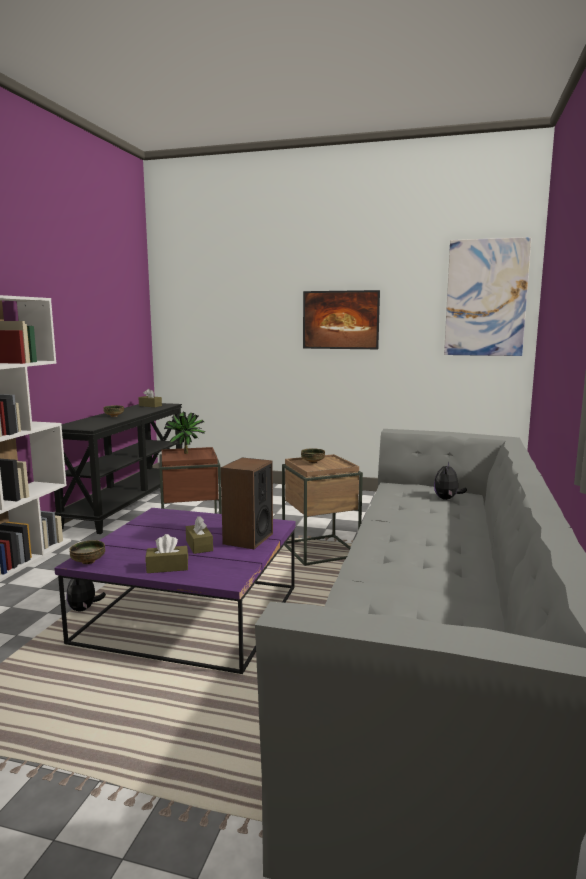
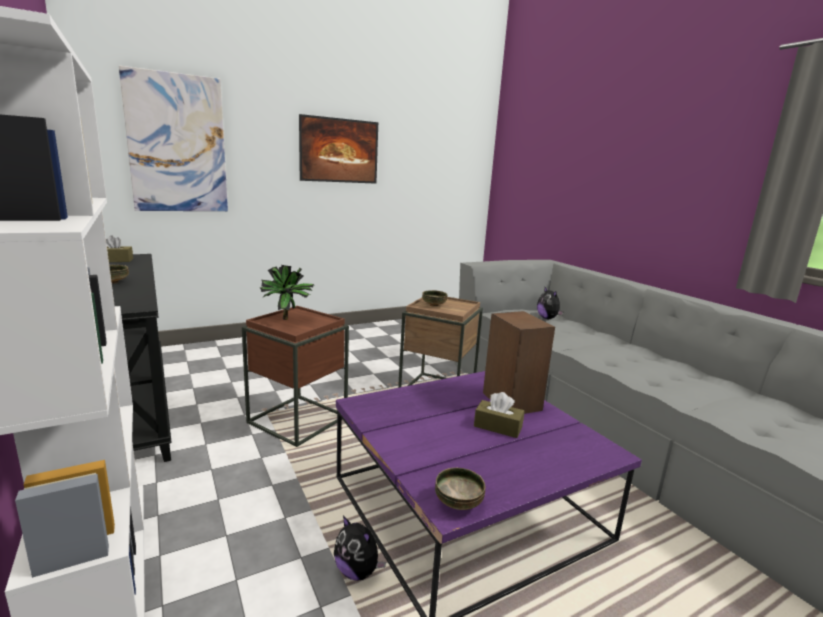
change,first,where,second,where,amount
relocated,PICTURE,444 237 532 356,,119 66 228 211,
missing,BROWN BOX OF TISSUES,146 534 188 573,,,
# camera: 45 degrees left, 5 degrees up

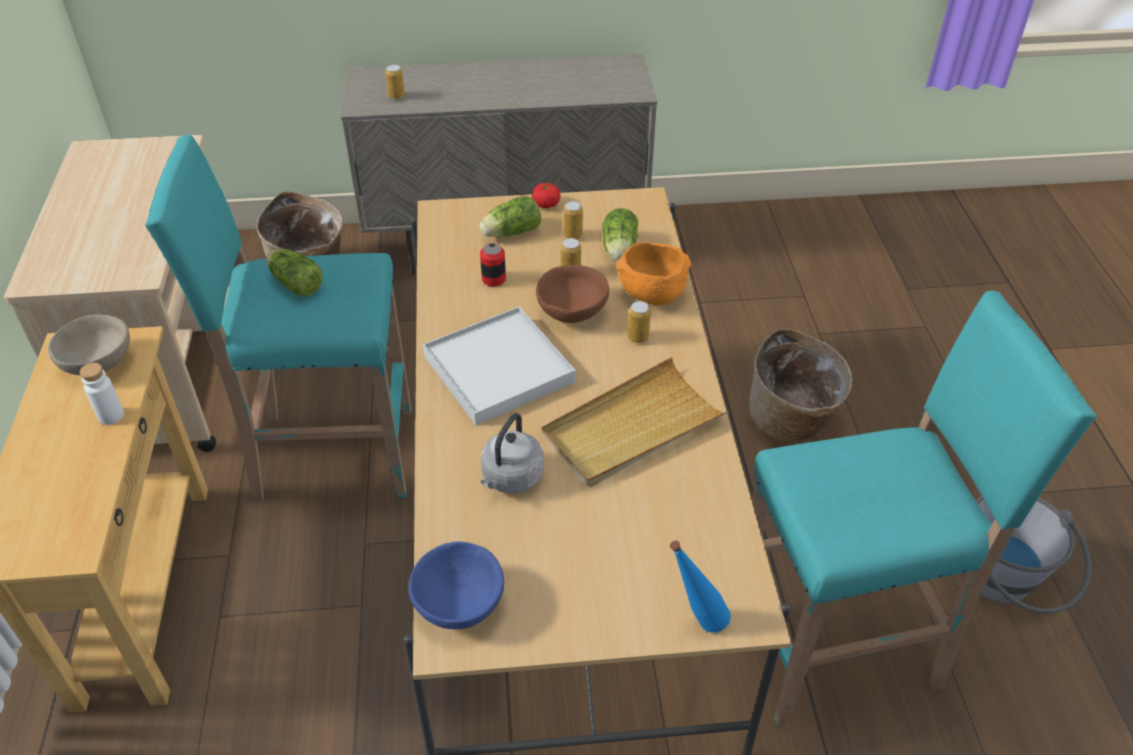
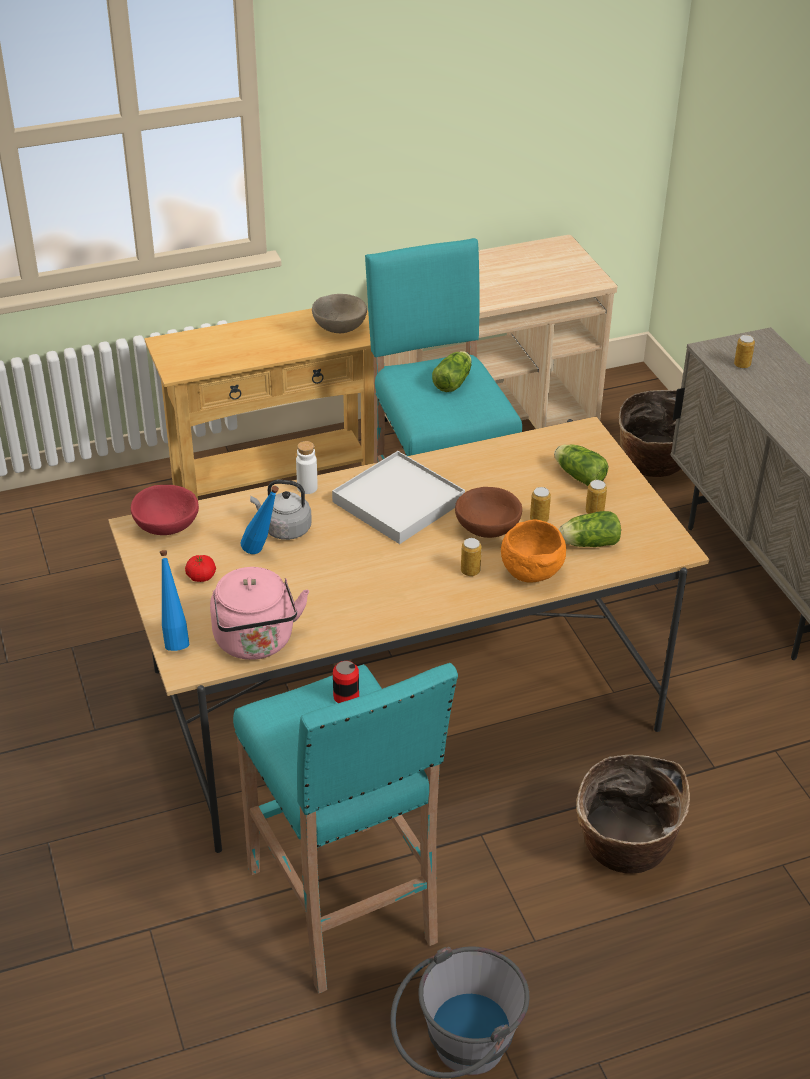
change,first,where,second,where,amount
colour,BLUISH BOWL,408 542 504 629,RED-COLOURED BOWL,131 485 199 535,
relocated,WHOLE TOMATO,532 183 561 208,,185 555 216 582,
appeared,,,PINK-COLOURED TEA KETTLE,210 567 309 660,
appeared,,,BLUISH BOTTLE,240 486 279 554,
relocated,WHITISH BOTTLE,80 363 124 425,,296 441 318 494,
relocated,SEALED CAN,480 243 506 287,,333 661 359 703,
missing,BEIGE SERVING TRAY,541 357 729 487,,,
# camera: 75 degrees right, 5 degrees down

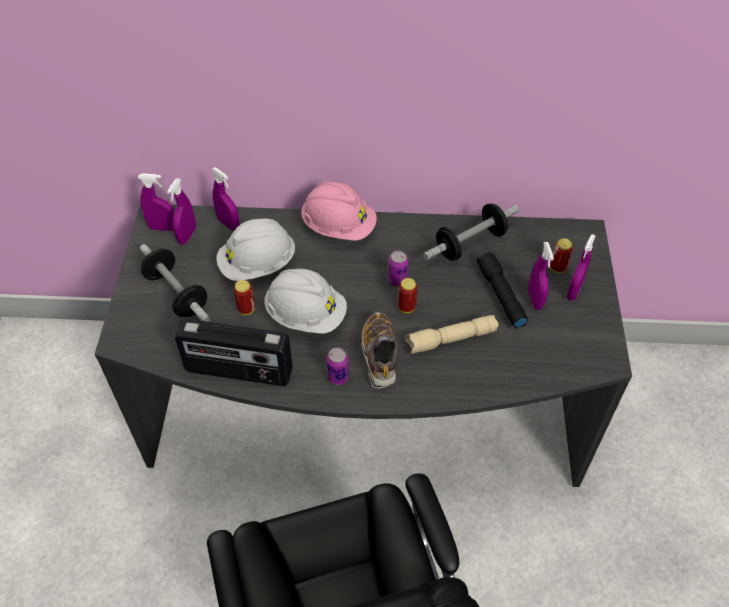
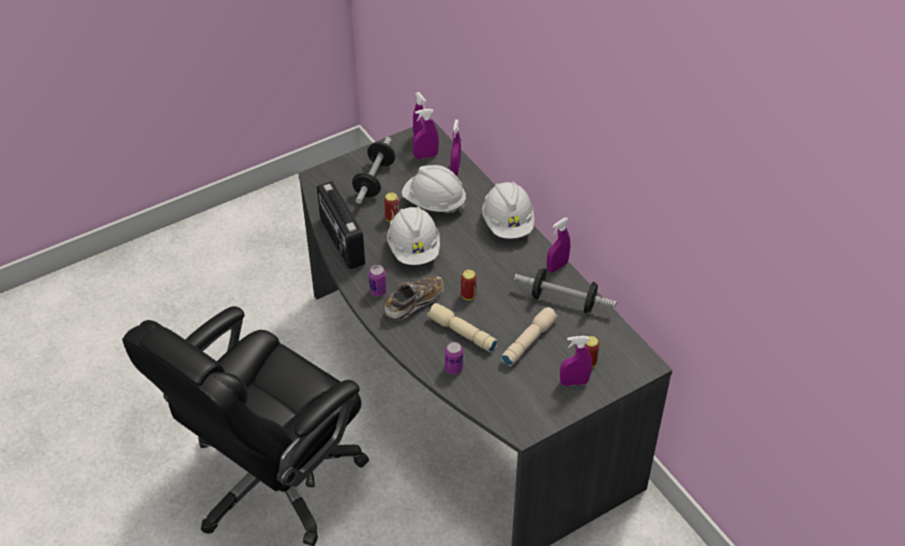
change,first,where,second,where,amount
relocated,SEALED CAN,388 250 408 287,,445 342 463 374,
colour,PINK-COLOURED WORK HELMET,301 182 377 241,WHITISH WORK HELMET,482 182 534 239,
colour,BLACKISH FLASHLIGHT,476 252 528 328,BEIGE FLASHLIGHT,502 307 558 366,
relocated,PURPLE-COLOURED SPRAY BOTTLE,528 242 554 310,,547 218 570 273,
# camera: 55 degrees right, 5 degrees down

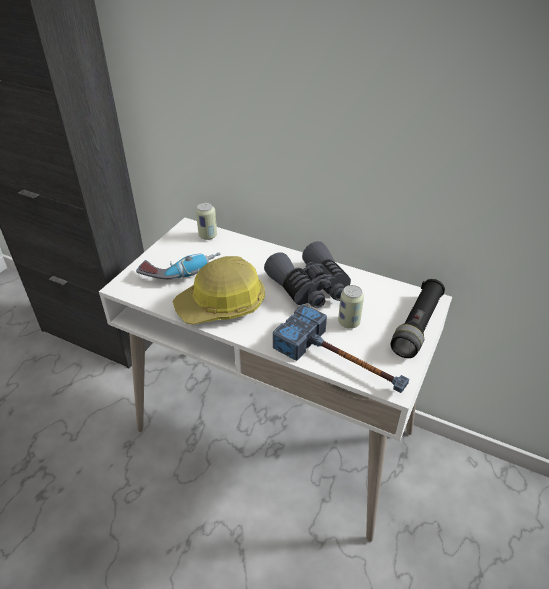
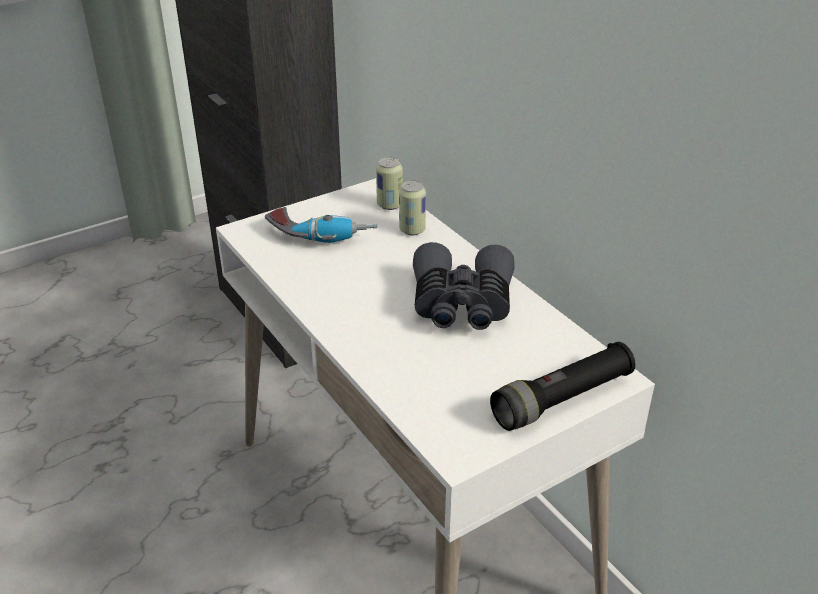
change,first,where,second,where,amount
relocated,SEALED CAN,338 285 364 329,,399 180 426 235,
missing,WORK HELMET,173 256 265 325,,,
missing,HAND HAMMER,273 304 409 393,,,
# camera: 30 degrees right, 5 degrees down

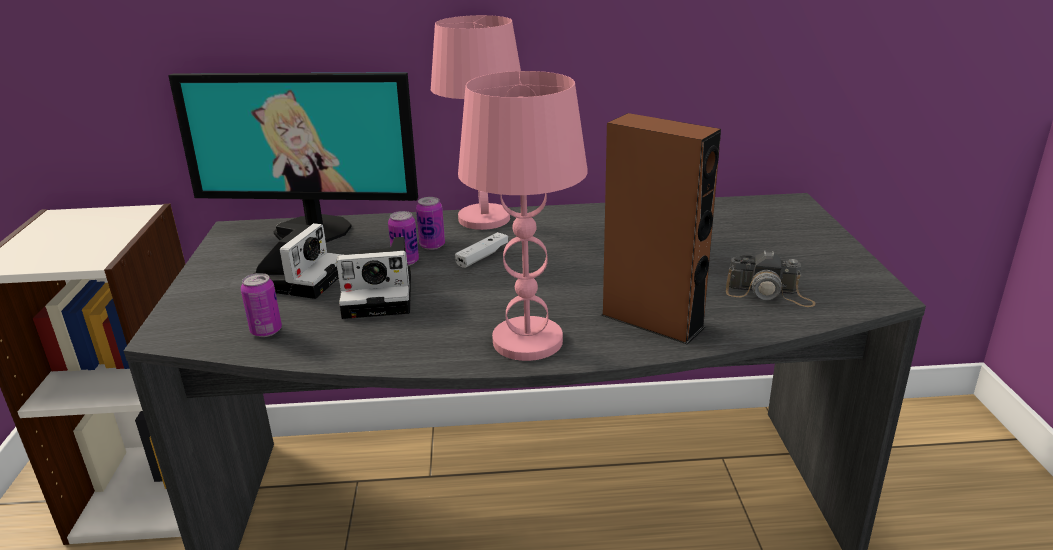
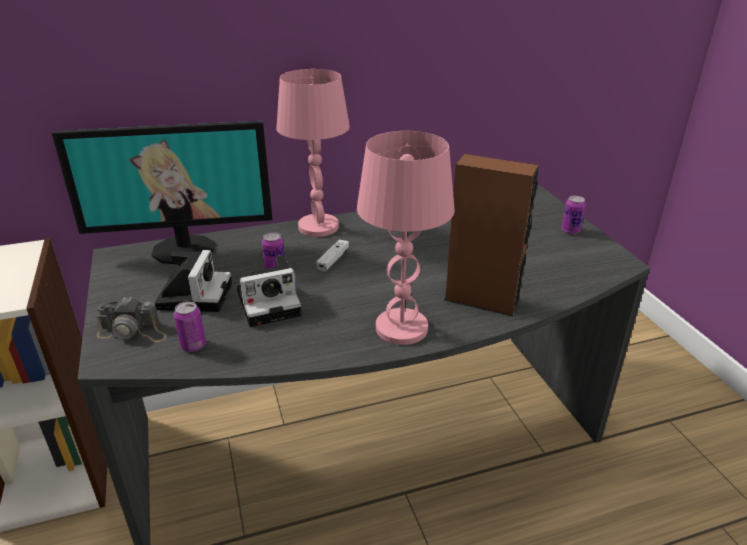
change,first,where,second,where,amount
relocated,STILL CAMERA,726 250 815 307,,96 297 167 342,
relocated,SEALED CAN,416 197 445 250,,561 195 586 234,
# camera: 15 degrees left, 5 degrees up

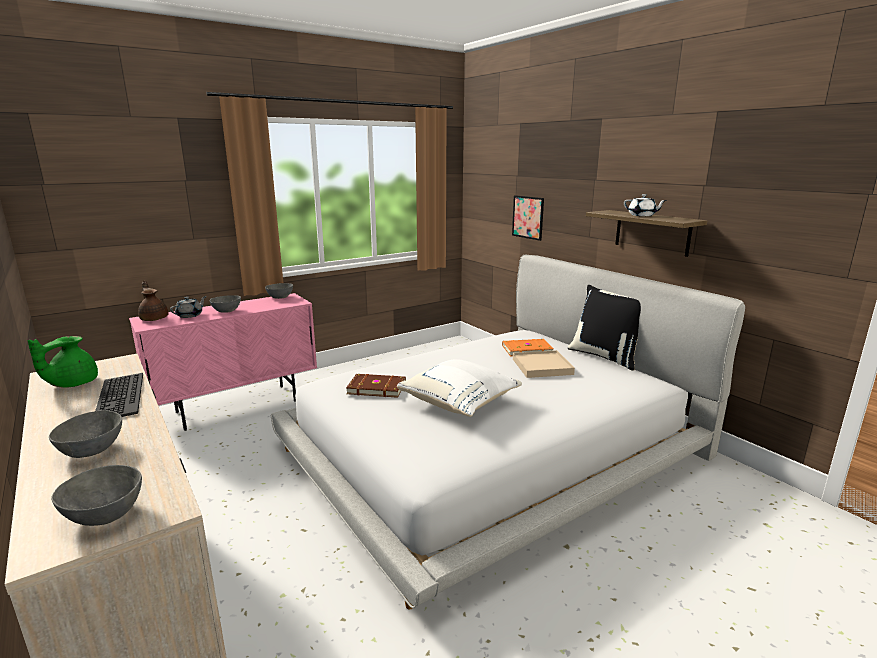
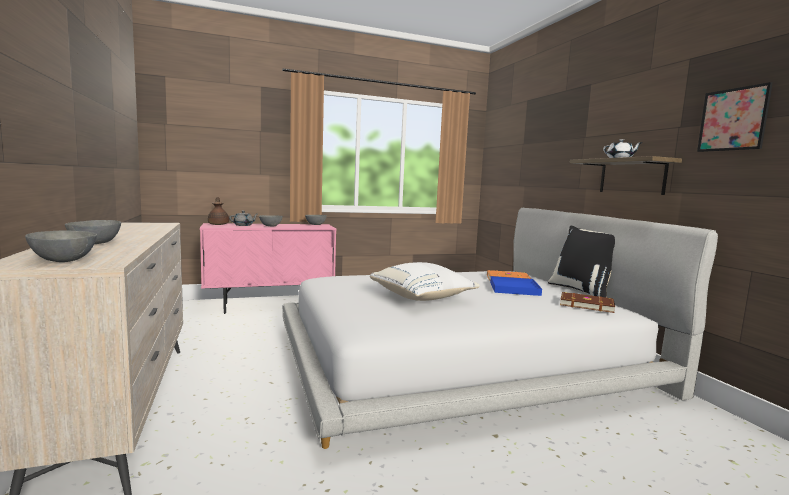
change,first,where,second,where,amount
colour,BEIGE SERVING TRAY,513 350 575 378,BLUISH SERVING TRAY,490 276 542 296,
relocated,BROWN BOOK,346 374 406 398,,560 292 615 313,
relocated,PICTURE,512 195 544 241,,697 82 773 152,
missing,GREENISH TEAPOT,28 336 98 388,,,
missing,COMPUTER KEYBOARD,95 373 143 417,,,
# camera: 15 degrees right, 10 degrees down

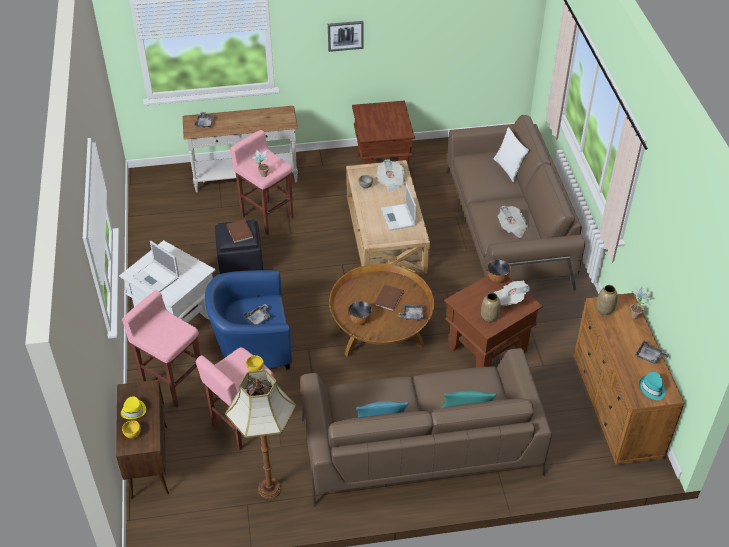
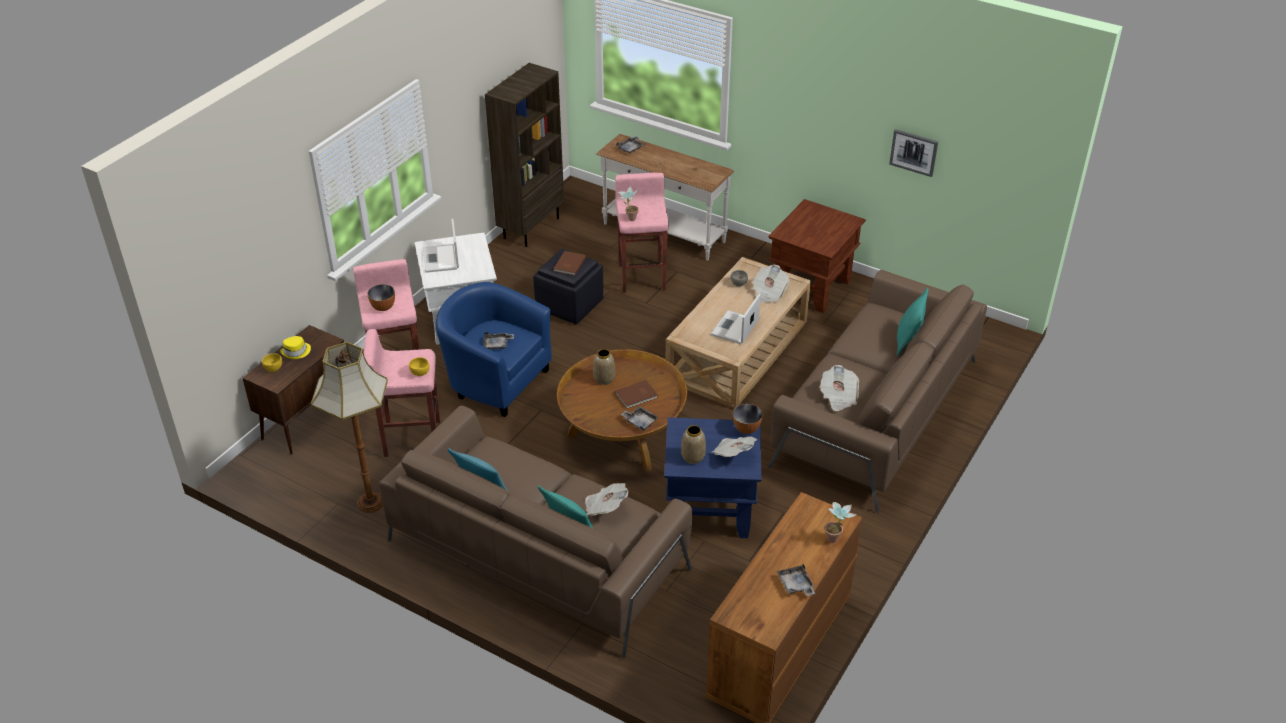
change,first,where,second,where,amount
relocated,BOWL,348 301 372 325,,367 284 395 311,
appeared,,,BROWN BOOKSHELF,485 63 564 247,
appeared,,,PRINTED PAPER,585 483 629 515,
relocated,DECORATIVE VASE,596 285 618 315,,593 349 615 385,
colour,BROWN ACCENT TABLE,444 275 543 368,BLUISH ACCENT TABLE,664 417 761 538,
relocated,PICTURE,328 21 364 52,,889 129 938 177,
colour,WHITISH CUSHION,494 127 529 182,TURQUOISE-COLOURED CUSHION,896 288 929 356,
missing,TURQUOISE-COLOURED HAT,639 372 665 400,,,
# camera: 40 degrees right, 5 degrees down

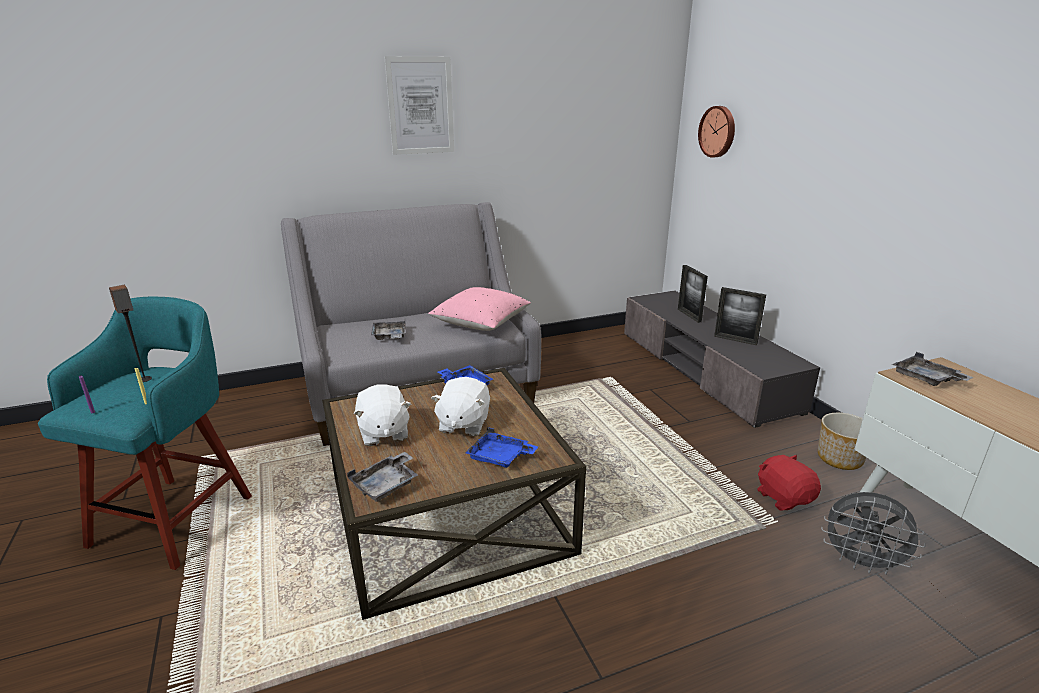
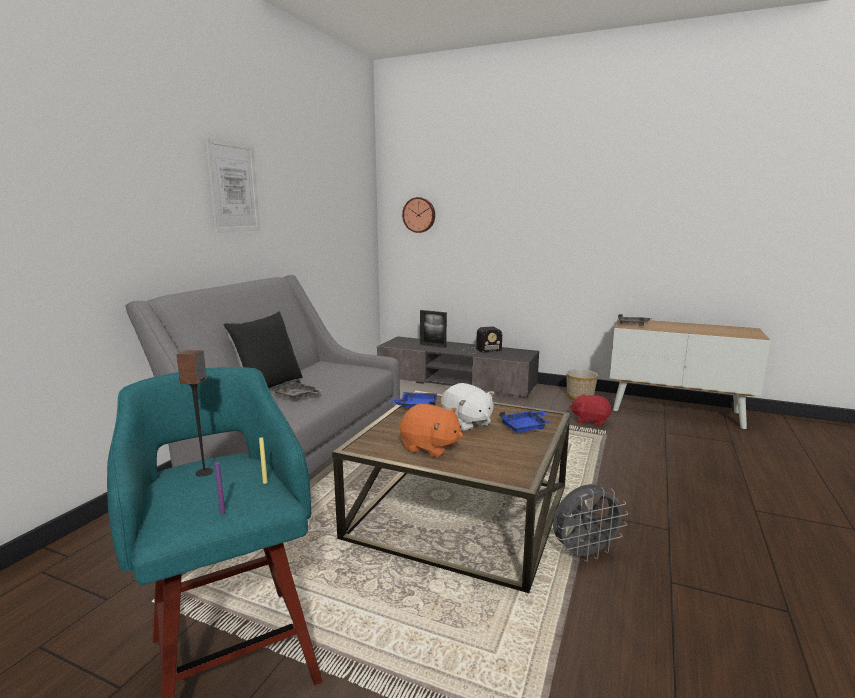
change,first,where,second,where,amount
appeared,,,BLACKISH CUSHION,223 311 303 388,
colour,WHITISH SOFT TOY,354 384 411 446,ORANGE SOFT TOY,400 404 463 457,
exchanged,PICTURE FRAME,714 287 766 345,RADIO,465 326 502 354,
relocated,GREYISH FAN,821 492 926 575,,553 484 629 562,
missing,GREYISH SERVING TRAY,347 452 418 502,,,
missing,PINK-COLOURED CUSHION,428 287 531 331,,,
# camera: 45 degrees left, 10 degrees down

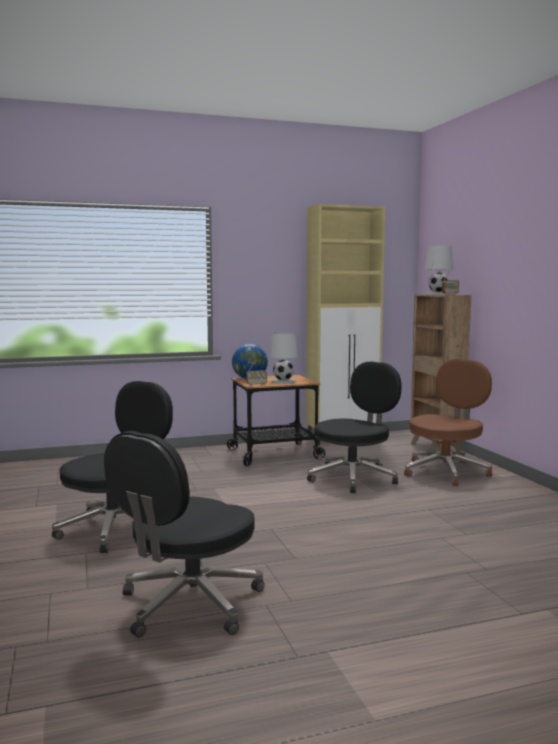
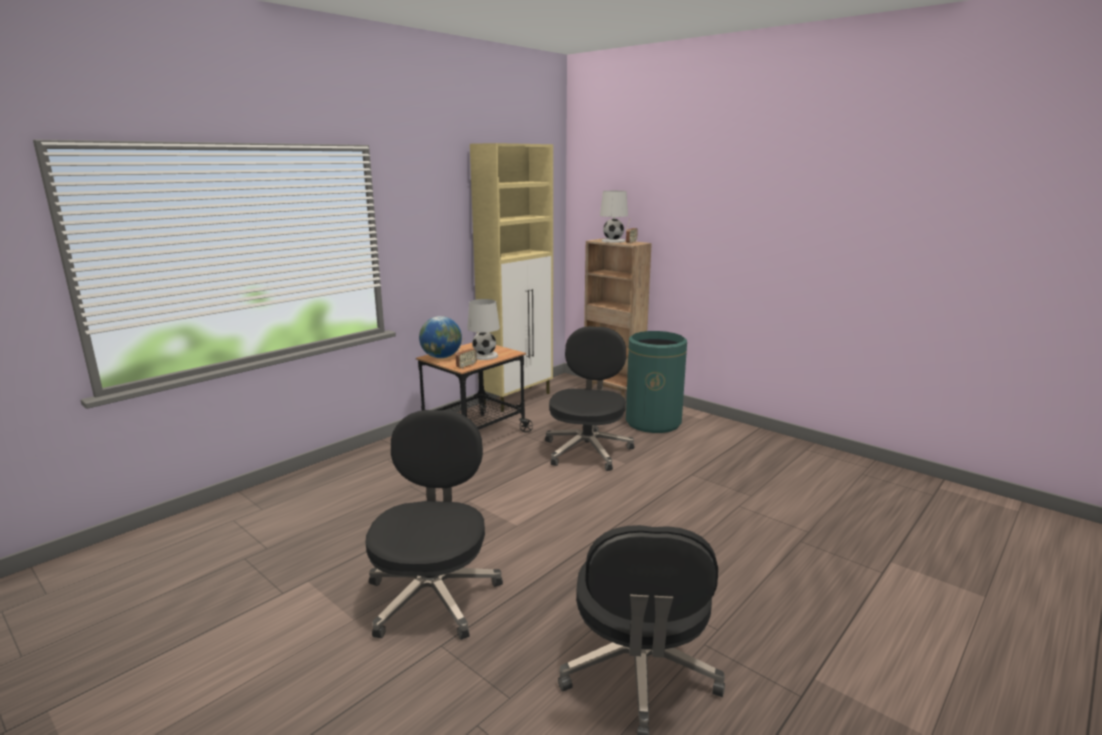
change,first,where,second,where,amount
exchanged,BROWN OFFICE CHAIR,404 359 492 486,GREENISH RUBBISH BIN,626 331 687 433,
# camera: 30 degrees left, 10 degrees up

